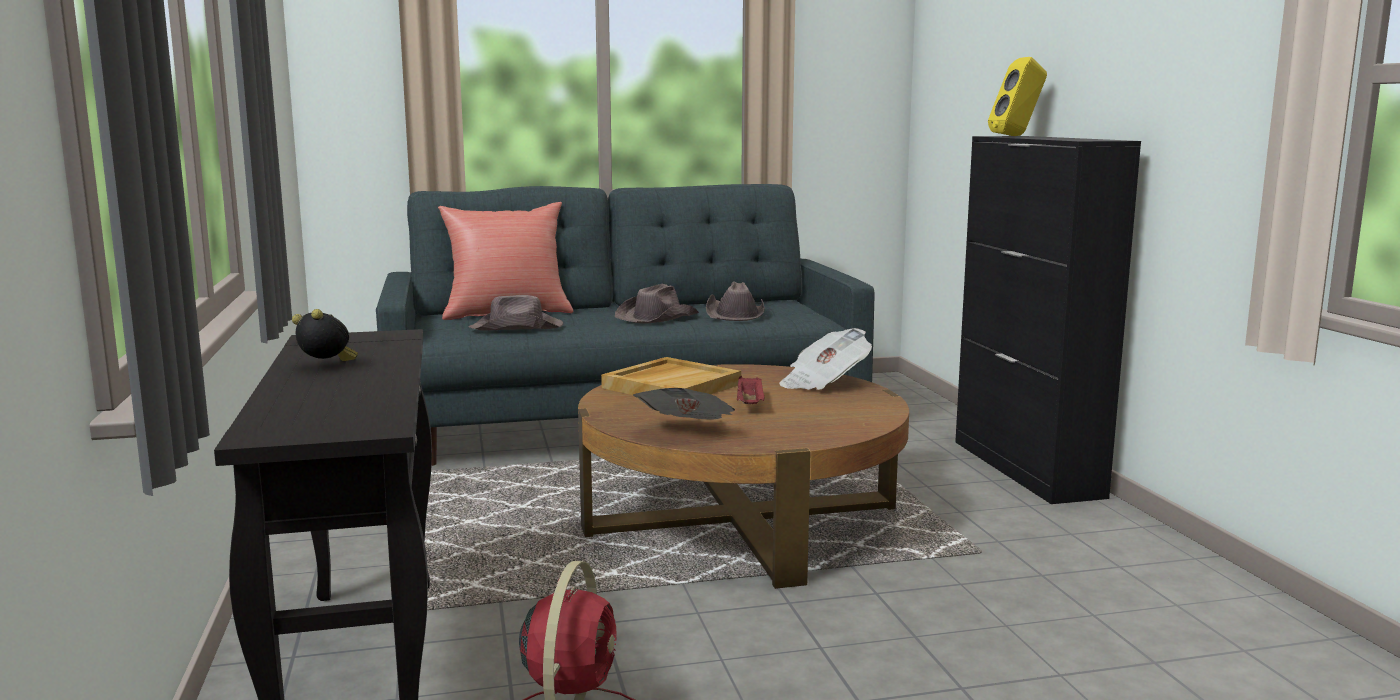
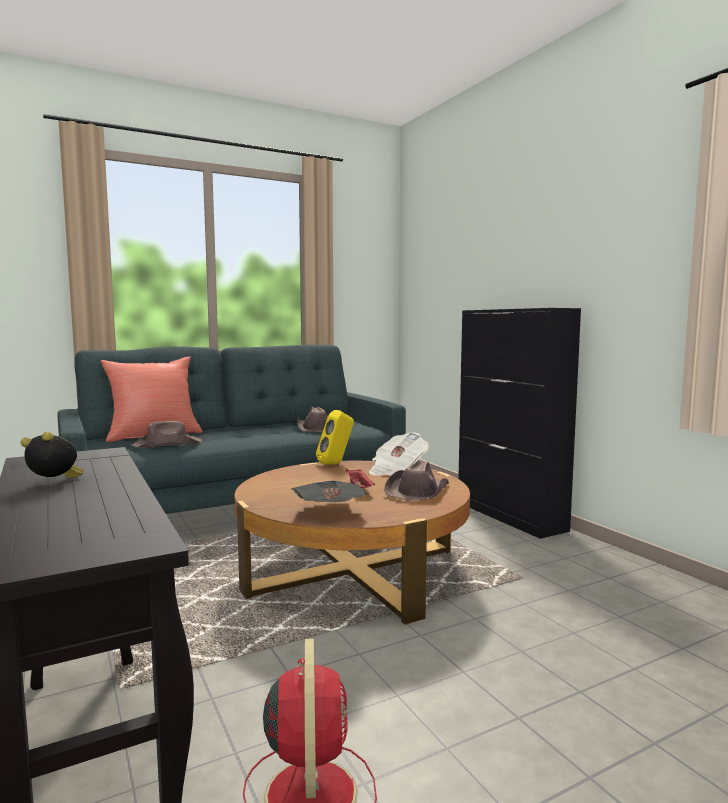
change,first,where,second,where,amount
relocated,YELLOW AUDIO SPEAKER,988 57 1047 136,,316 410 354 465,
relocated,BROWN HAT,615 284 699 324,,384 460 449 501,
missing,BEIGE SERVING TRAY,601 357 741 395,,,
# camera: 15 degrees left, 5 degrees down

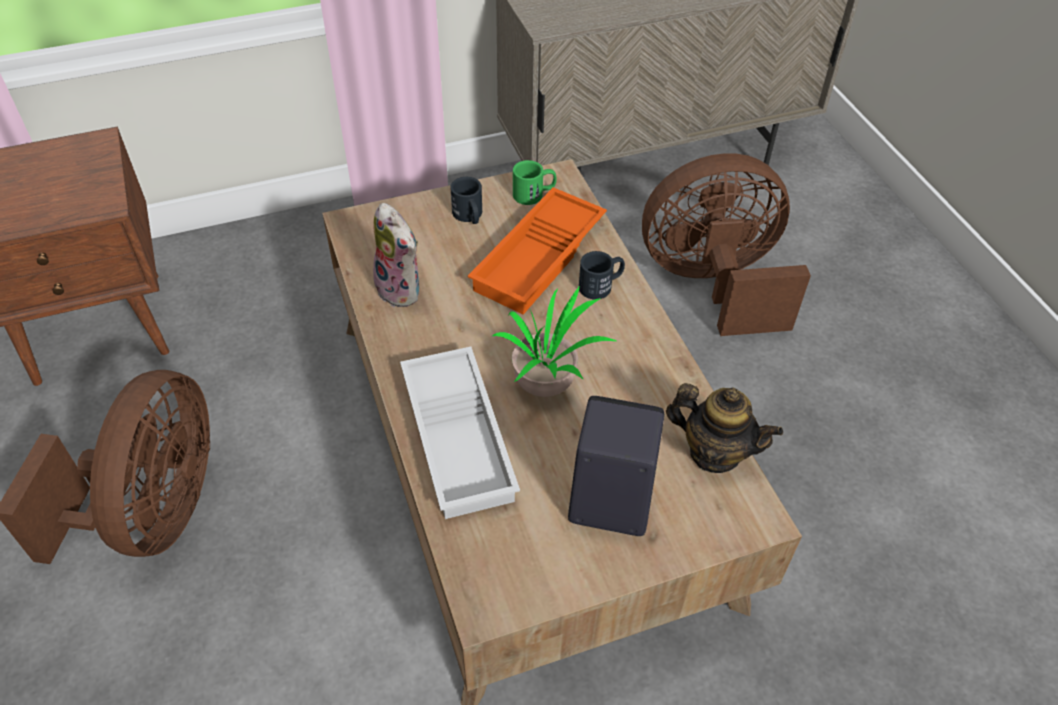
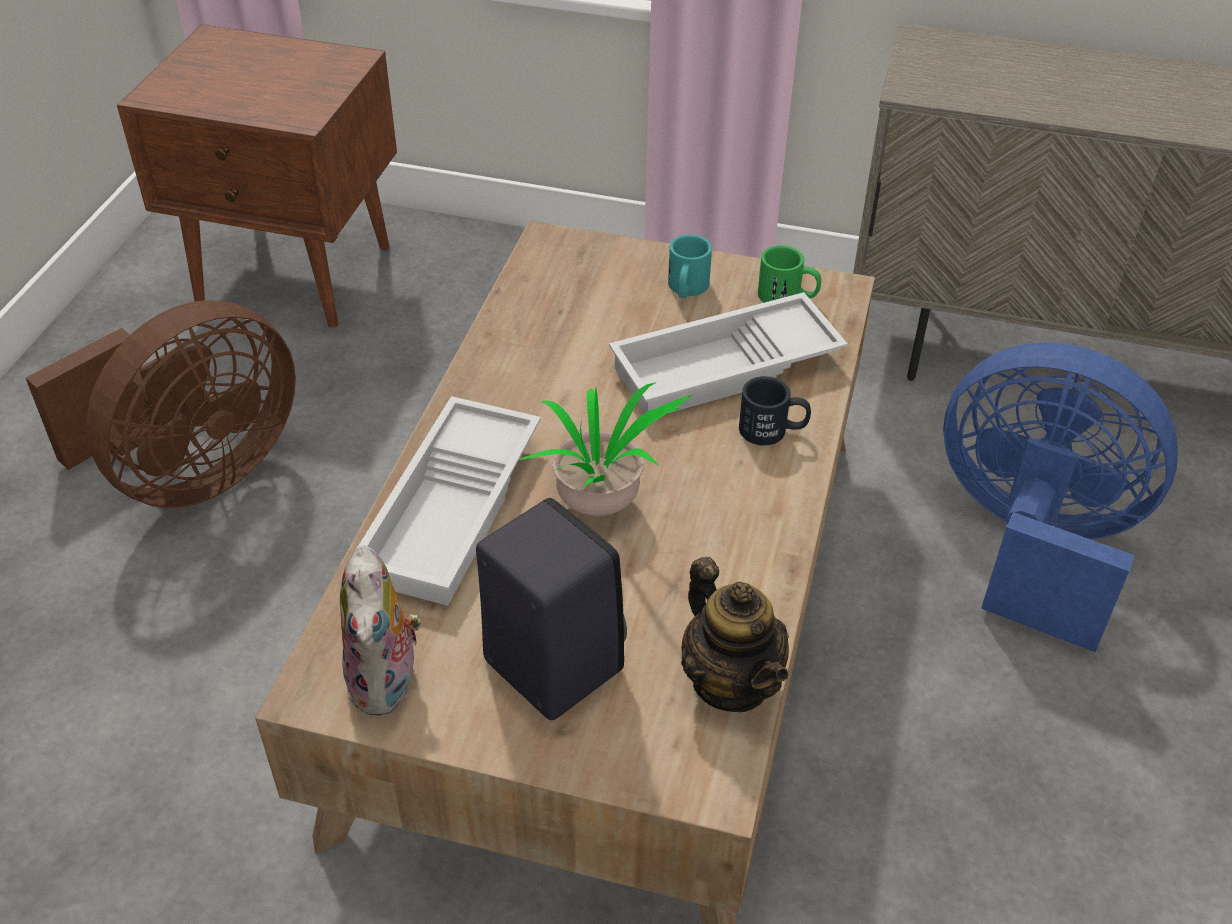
change,first,where,second,where,amount
relocated,SOFT TOY,373 203 419 308,,340 545 421 716,
colour,ORANGE SERVING TRAY,468 187 607 315,WHITISH SERVING TRAY,609 292 848 414,
colour,BLACKISH COFFEE MUG,450 177 482 224,TURQUOISE-COLOURED COFFEE MUG,668 234 712 298,
colour,BROWN FAN,642 153 811 336,BLUISH FAN,943 342 1178 652,
# camera: 35 degrees right, 5 degrees down

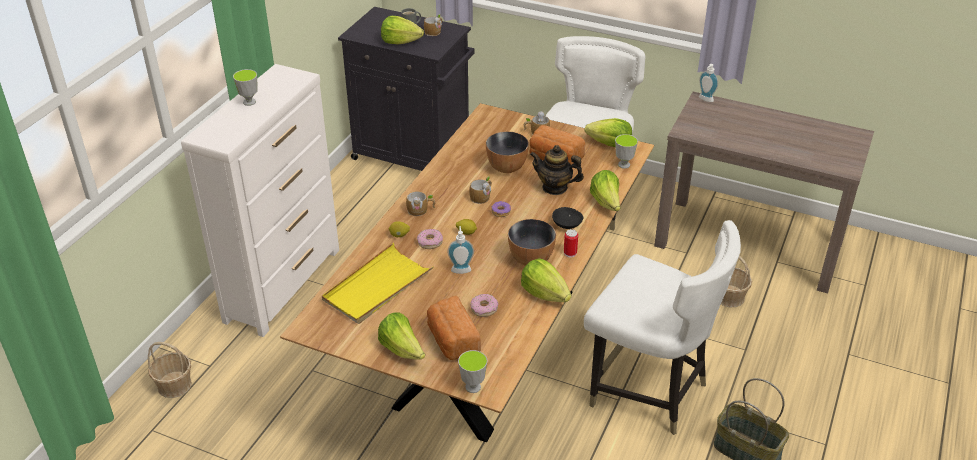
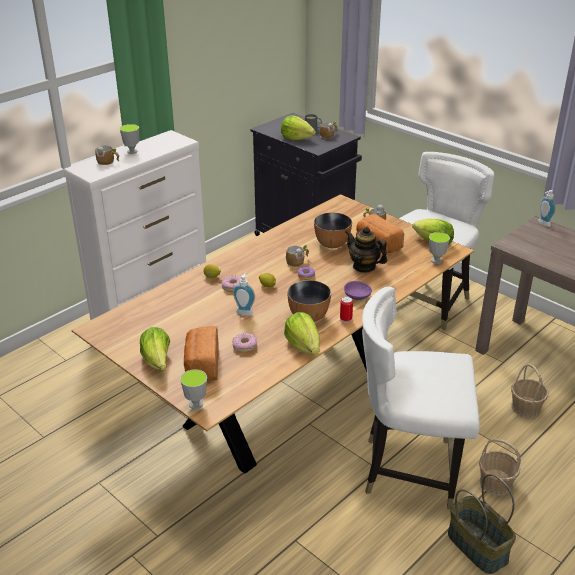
change,first,where,second,where,amount
relocated,COFFEE MUG,406 191 436 216,,95 145 119 165,
colour,BLACKISH BOWL,552 207 583 229,PURPLE-COLOURED BOWL,344 281 372 300,
spun,WHITISH CHAIR,584 220 741 435,,362 287 480 510,135 degrees clockwise
relocated,HOUSEHOLD BASKET,148 342 192 398,,479 439 521 495,
missing,YELLOW SERVING TRAY,322 243 434 324,,,
missing,HEAD OF LETTUCE,590 170 620 211,,,
# camera: 20 degrees right, 5 degrees down

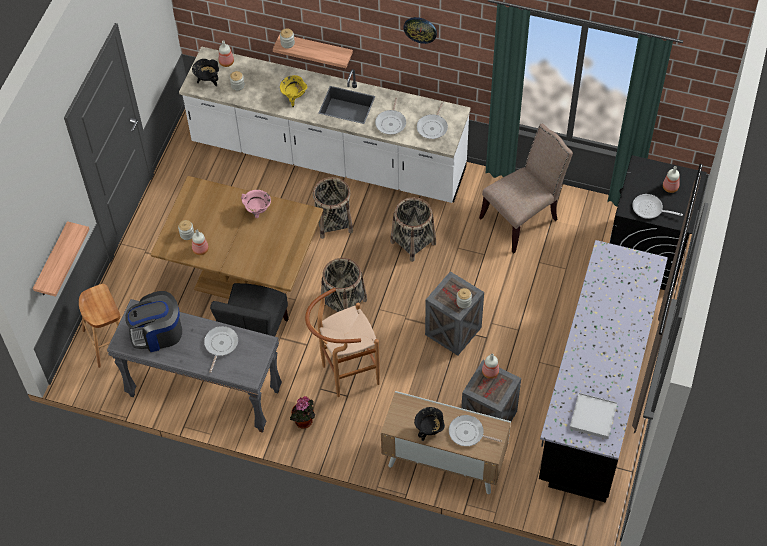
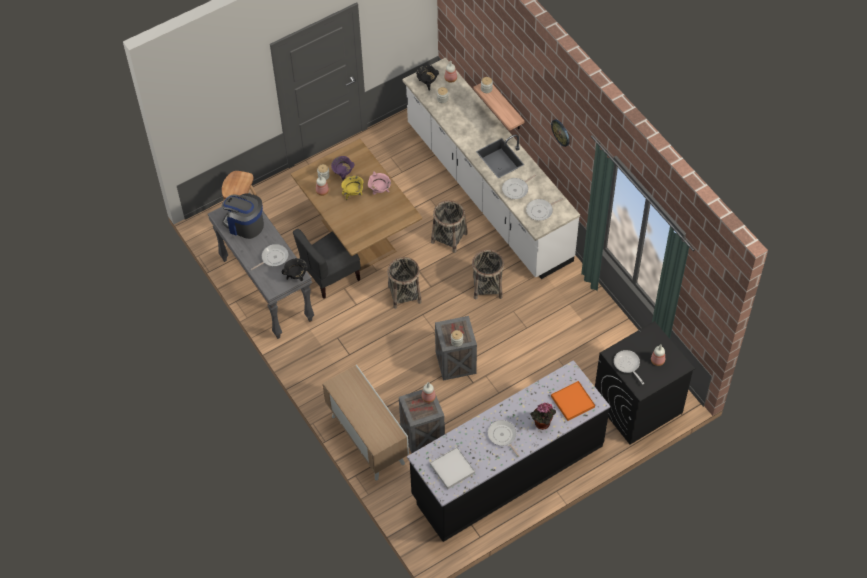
change,first,where,second,where,amount
relocated,BLACKISH COOKING POT,414 407 445 441,,282 258 308 281,
appeared,,,PURPLE-COLOURED COOKING POT,331 156 354 180,
relocated,YELLOW COOKING POT,280 75 307 107,,341 176 364 200,
relocated,FRYING PAN,449 415 502 446,,488 420 519 457,
relocated,HOUSEPLANT,290 396 315 429,,530 403 556 430,
appeared,,,ORANGE SERVING TRAY,551 381 595 421,
missing,SHELF,33 221 90 297,,,
missing,BROWN STOOL,305 288 380 397,,,
missing,BEIGE CHAIR,479 123 573 254,,,
# camera: 40 degrees right, 0 degrees up

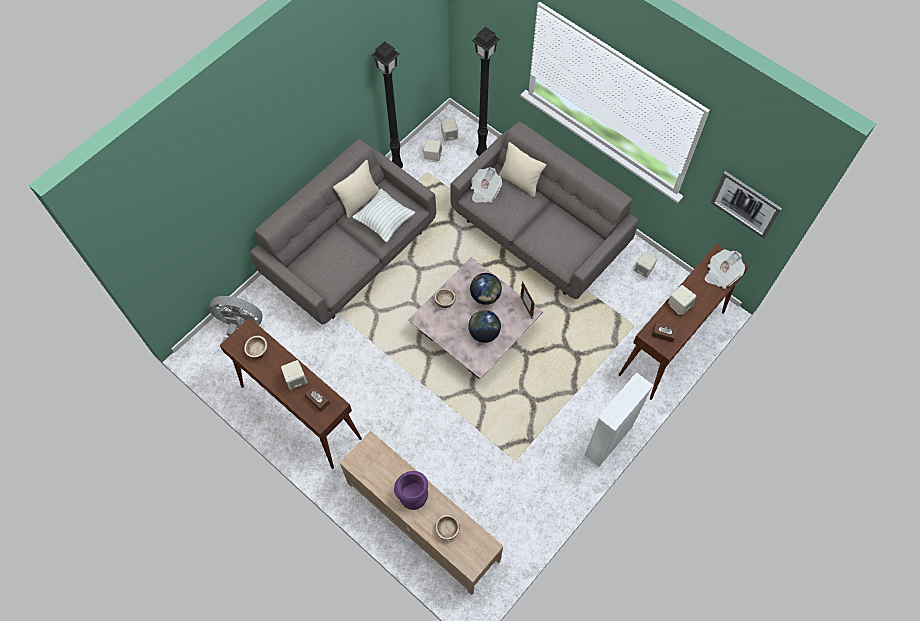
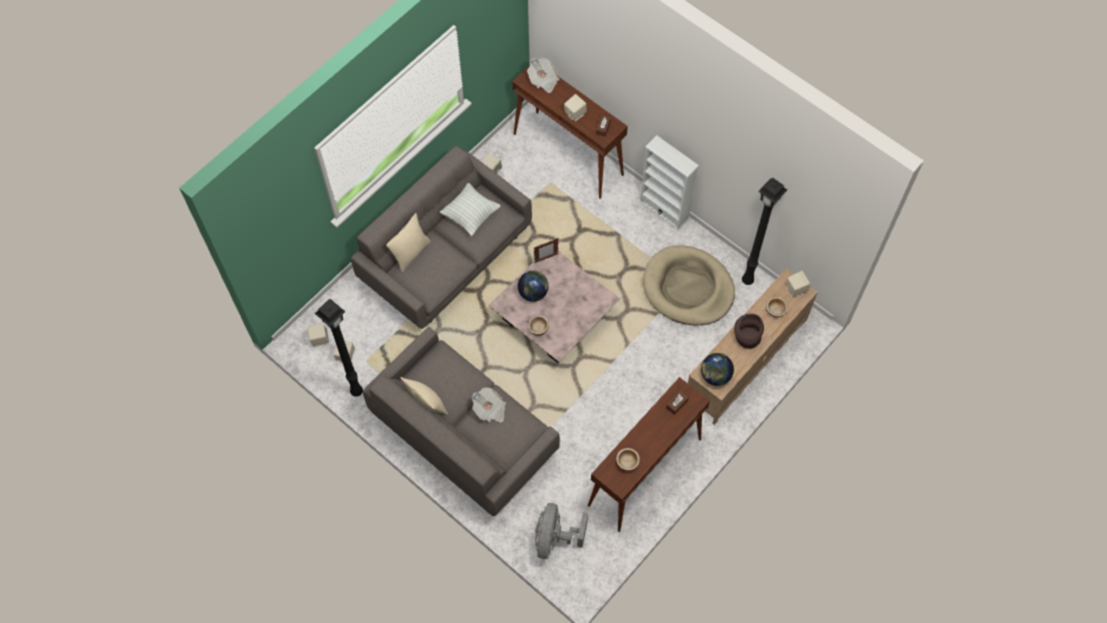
change,first,where,second,where,amount
relocated,CUSHION,352 189 415 243,,440 183 501 236,
relocated,PRINTED PAPER,471 167 502 203,,472 387 506 422,
appeared,,,BEIGE PET BED,643 245 735 325,
relocated,DESK GLOBE,468 310 501 343,,701 353 734 386,
colour,PURPLE-COLOURED DECORATIVE VASE,394 471 428 510,BROWN DECORATIVE VASE,734 314 764 349,
relocated,BLACKISH STANDARD LAMP,472 27 500 156,,742 178 787 285,
relocated,BEIGE AUDIO SPEAKER,281 360 307 390,,786 271 810 297,
missing,PICTURE,710 171 782 239,,,
# camera: 90 degrees left, 0 degrees up

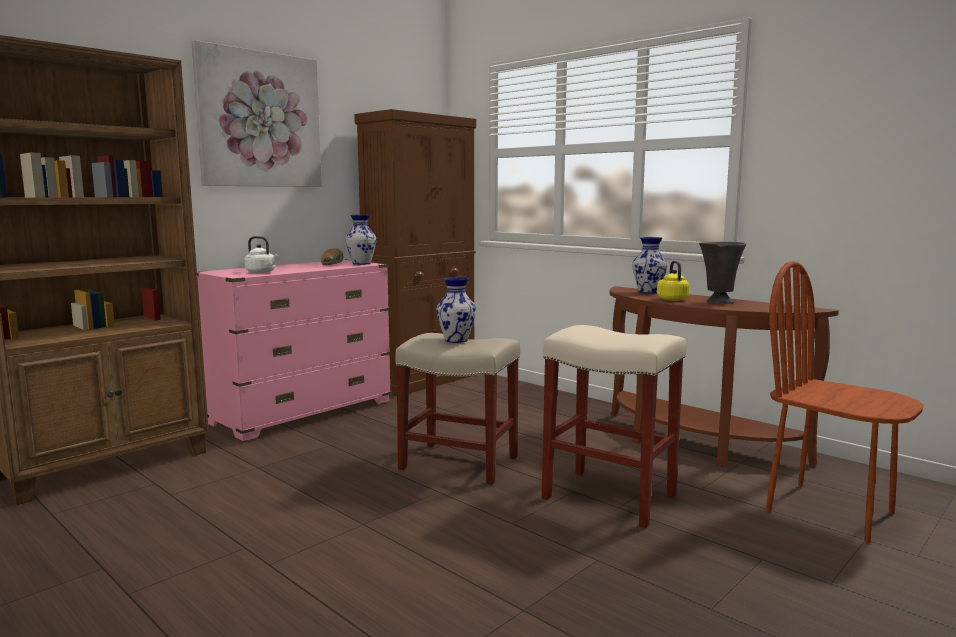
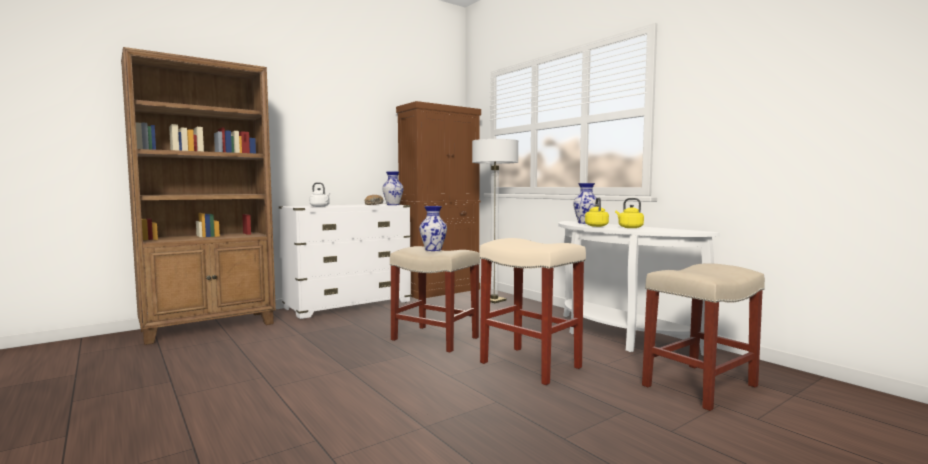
change,first,where,second,where,amount
colour,PINK-COLOURED DRESSER,197 259 391 441,WHITISH DRESSER,279 204 411 319,
appeared,,,STANDARD LAMP,472 139 518 303,
colour,BROWN NARROW TABLE,610 286 839 467,WHITISH NARROW TABLE,558 221 720 356,
exchanged,GREYISH DECORATIVE VASE,699 241 746 304,YELLOW TEA KETTLE,615 198 644 228,
exchanged,BROWN CHAIR,766 261 924 543,BEIGE STOOL,642 263 765 411,
missing,PICTURE,191 40 322 187,,,
# camera: 10 degrees right, 5 degrees down

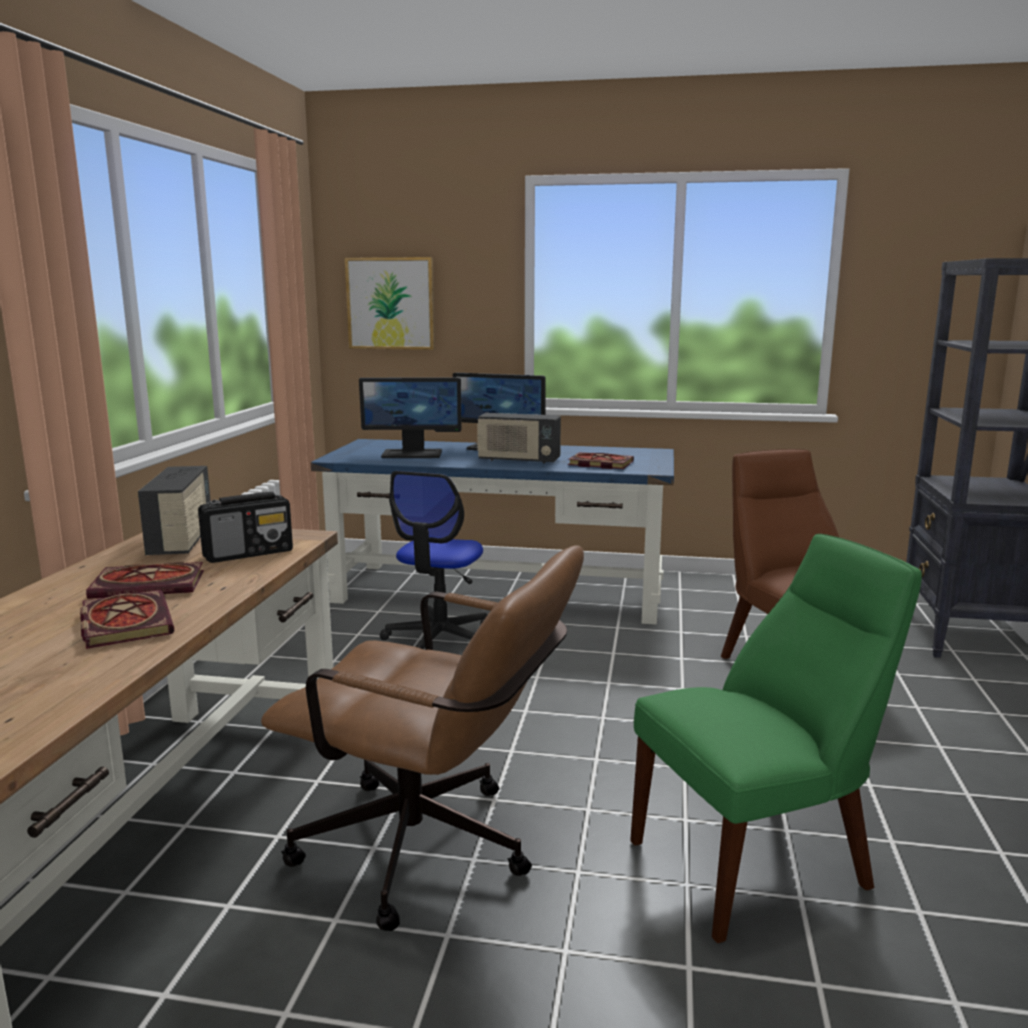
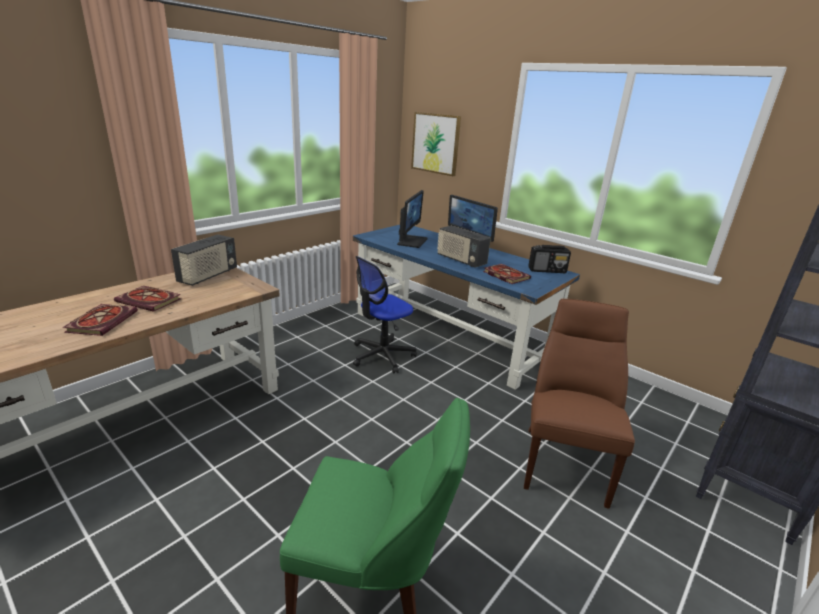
change,first,where,second,where,amount
spun,MONITOR,359 378 462 458,,397 190 427 248,105 degrees counterclockwise
relocated,RADIO,198 492 293 563,,528 245 571 273,
missing,BROWN OFFICE CHAIR,261 545 584 931,,,
# camera: 30 degrees right, 10 degrees up

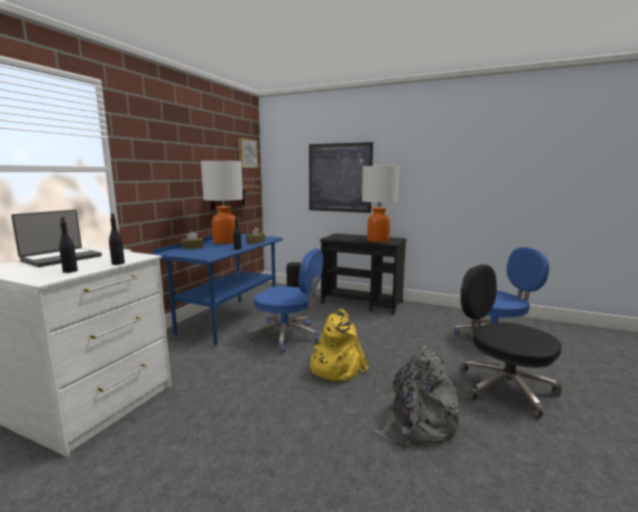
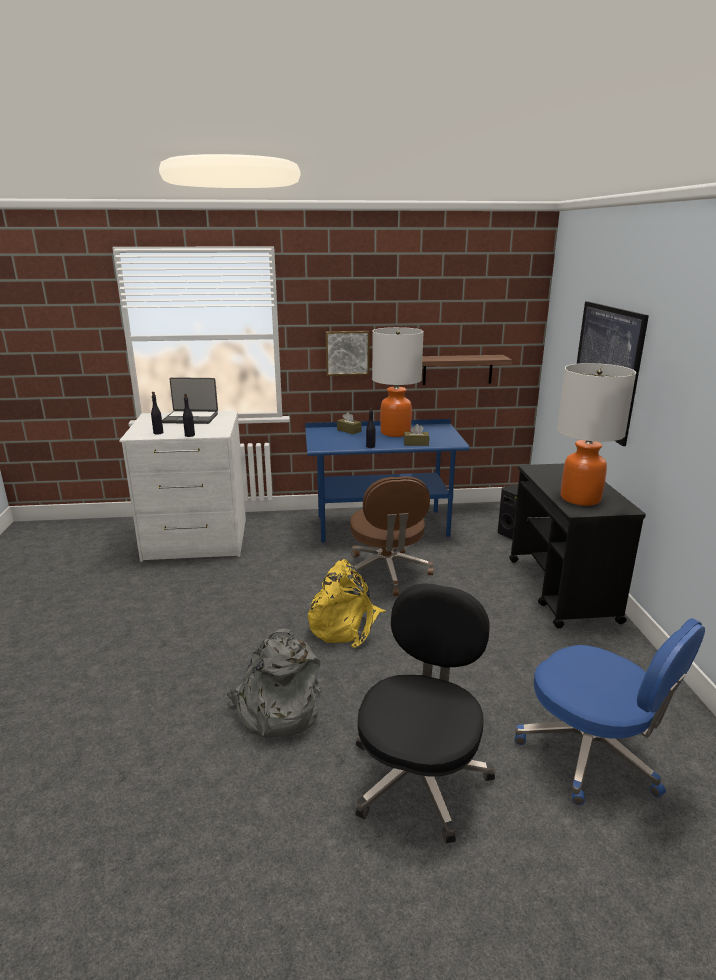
change,first,where,second,where,amount
relocated,PICTURE,238 138 258 169,,326 331 370 376,
colour,BLUISH OFFICE CHAIR,248 249 323 353,BROWN OFFICE CHAIR,350 476 434 596,
# camera: 60 degrees right, 10 degrees up

